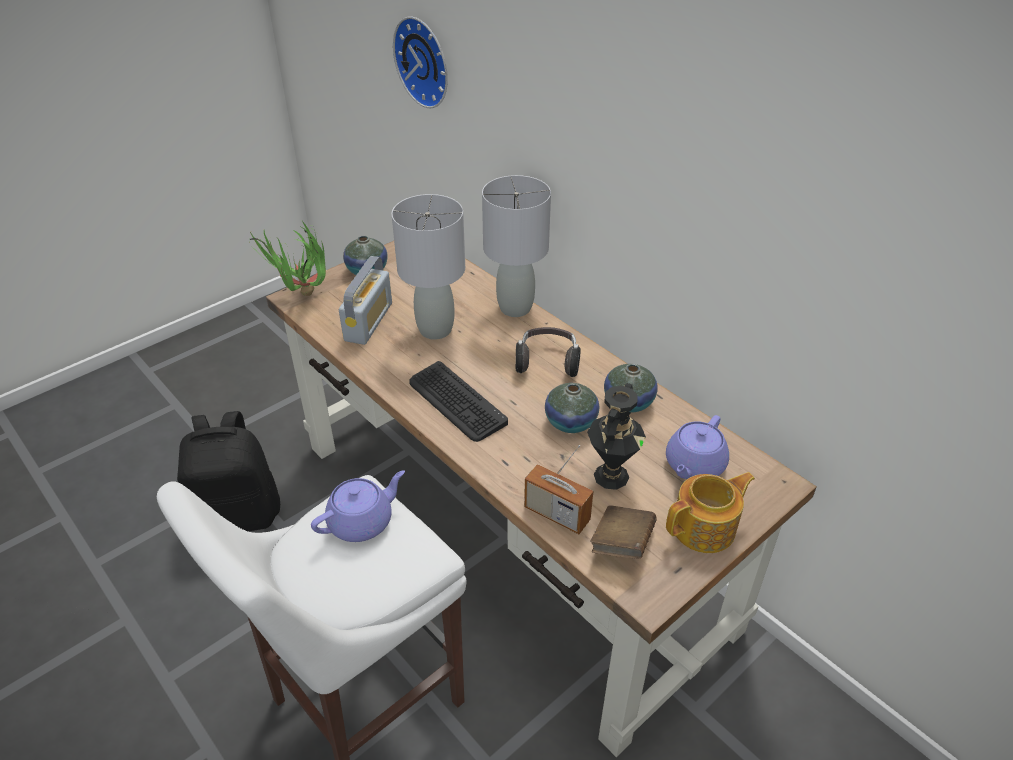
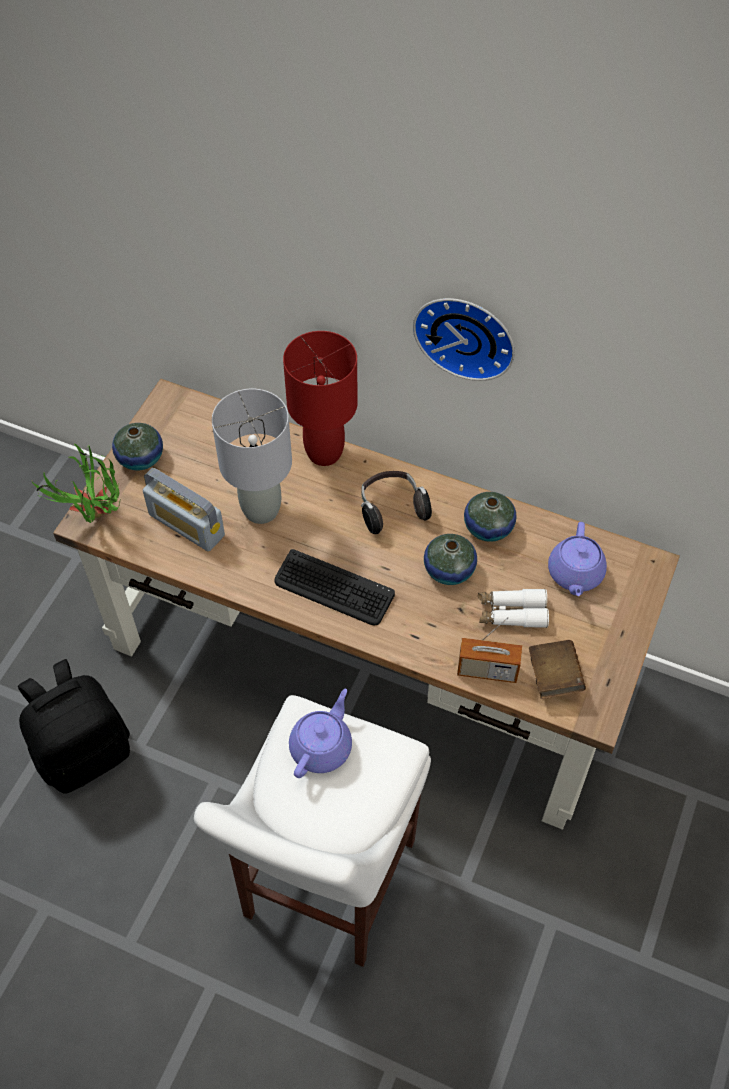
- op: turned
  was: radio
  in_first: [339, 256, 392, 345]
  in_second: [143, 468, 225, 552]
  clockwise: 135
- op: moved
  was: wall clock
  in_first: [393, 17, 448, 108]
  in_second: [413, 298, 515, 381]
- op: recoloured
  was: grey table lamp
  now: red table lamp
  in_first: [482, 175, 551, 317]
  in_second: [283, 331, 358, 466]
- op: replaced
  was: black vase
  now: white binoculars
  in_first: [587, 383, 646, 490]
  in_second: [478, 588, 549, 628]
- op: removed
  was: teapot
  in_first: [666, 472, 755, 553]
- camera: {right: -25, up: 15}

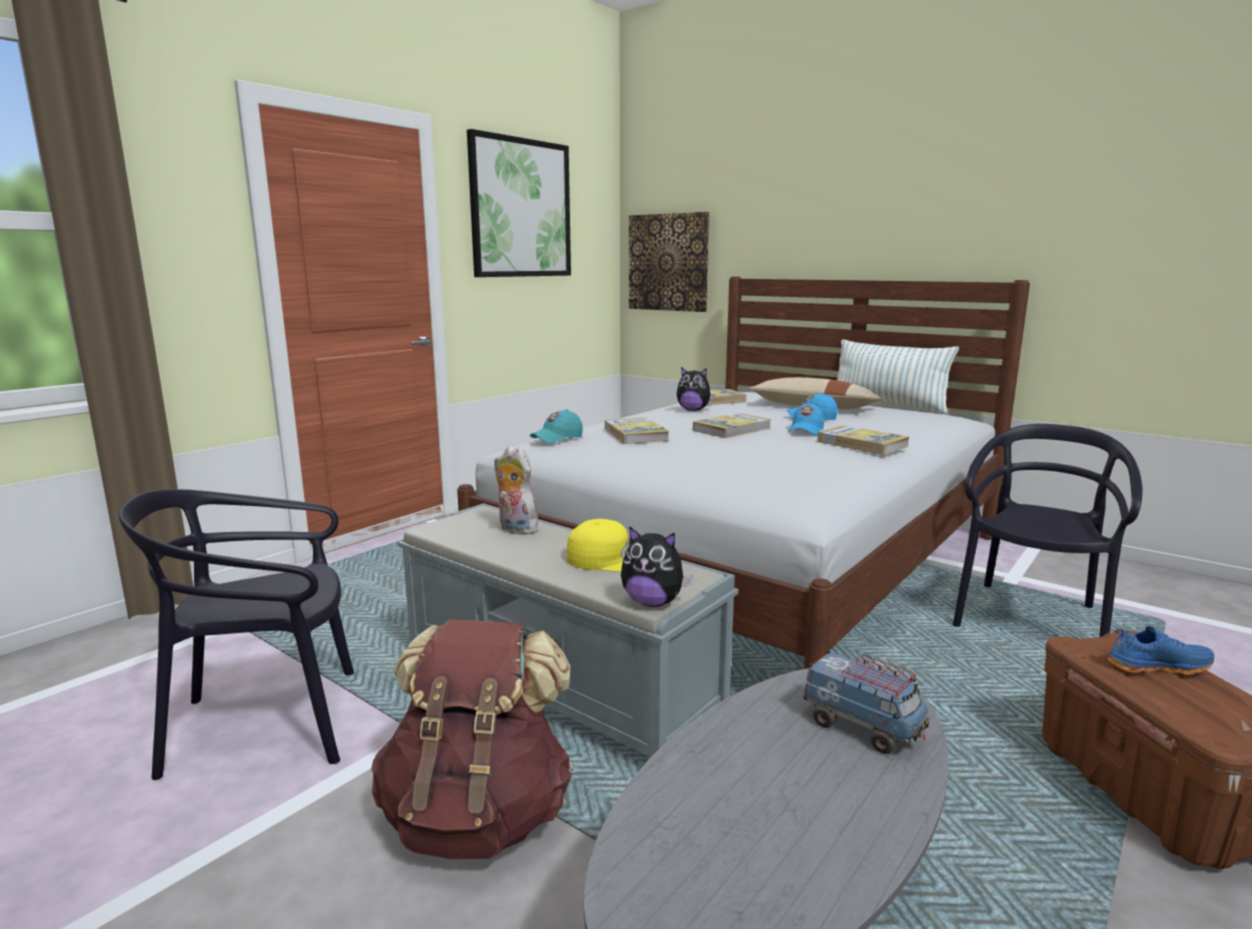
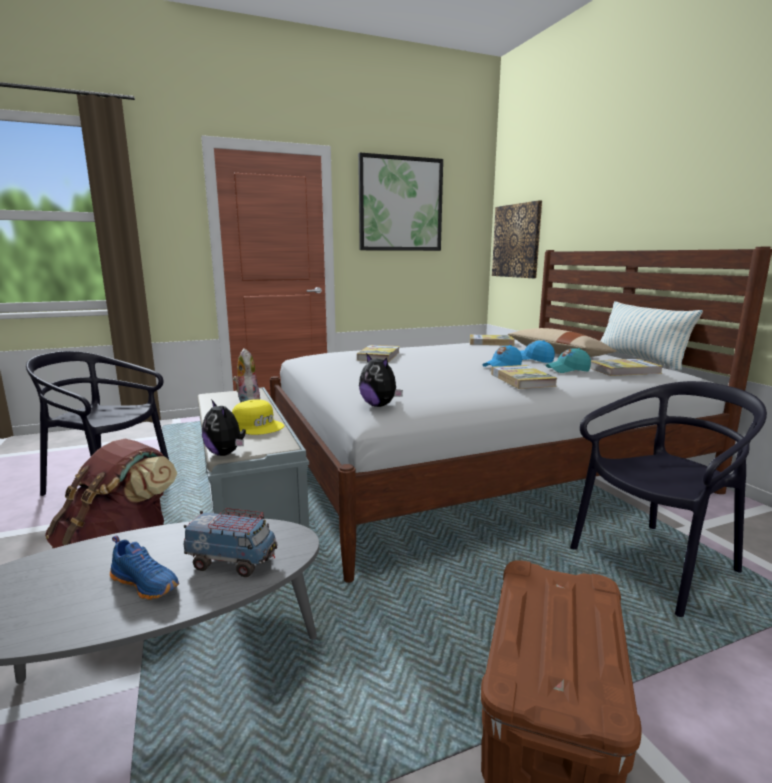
- op: moved
  was: turquoise cap
  in_first: [530, 409, 583, 443]
  in_second: [545, 348, 591, 373]
- op: moved
  was: plush toy
  in_first: [677, 367, 715, 411]
  in_second: [359, 353, 403, 407]
- op: moved
  was: book
  in_first: [693, 413, 771, 438]
  in_second: [590, 359, 662, 376]
- op: turned
  was: toy truck
  in_first: [804, 649, 929, 754]
  in_second: [184, 508, 278, 577]
  clockwise: -60
- op: moved
  was: blue shoe
  in_first: [1107, 626, 1214, 675]
  in_second: [110, 535, 179, 600]
- camera: {right: 30, up: 0}

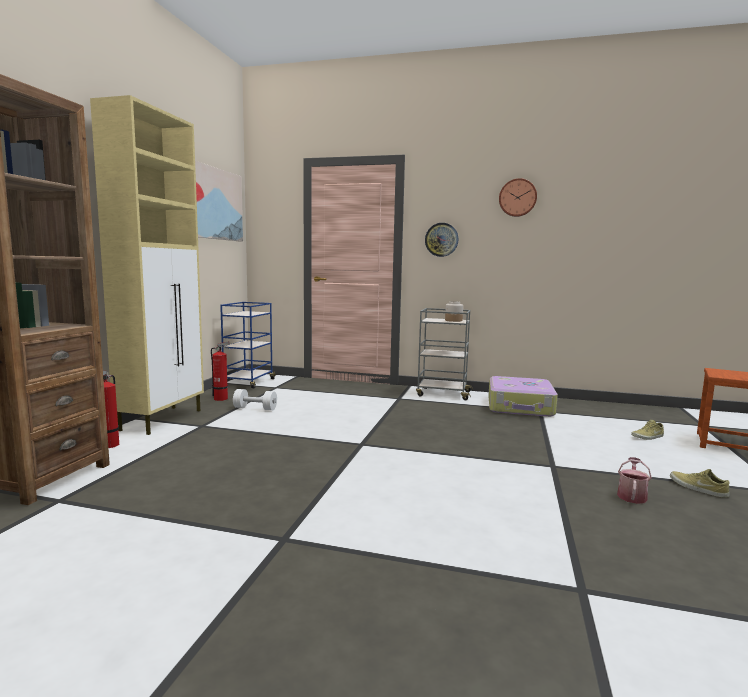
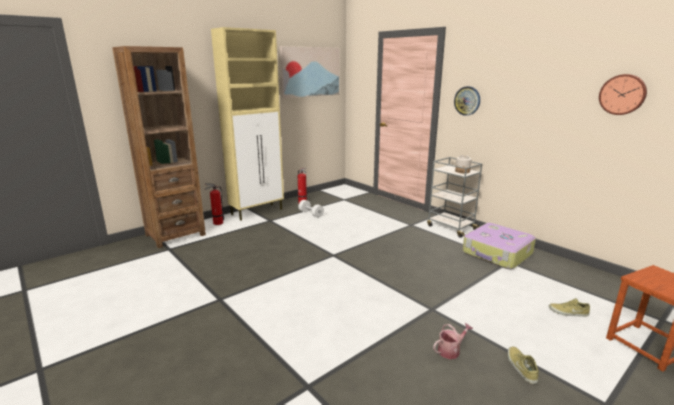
- op: removed
  was: blue cart
  in_first: [220, 302, 276, 389]
- op: moved
  was: wall clock
  in_first: [499, 178, 537, 217]
  in_second: [599, 74, 647, 115]
- camera: {right: 35, up: 10}

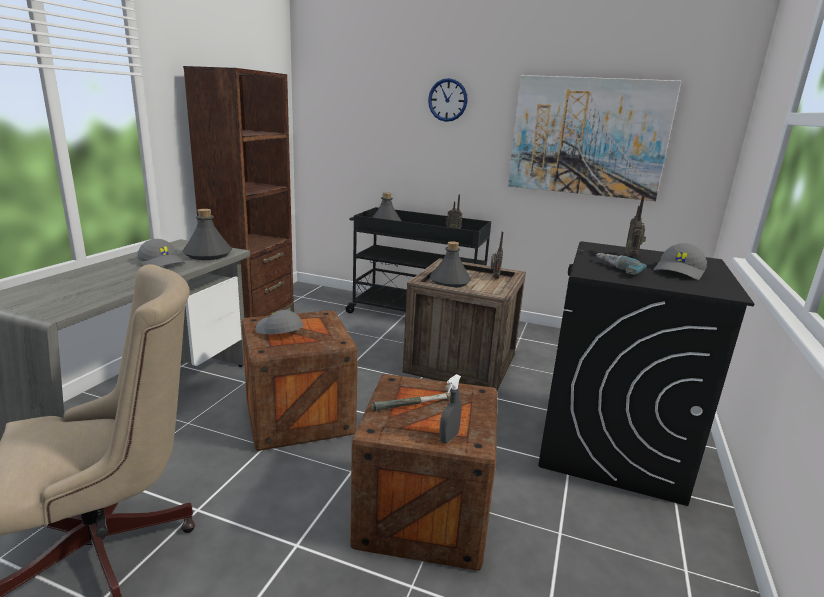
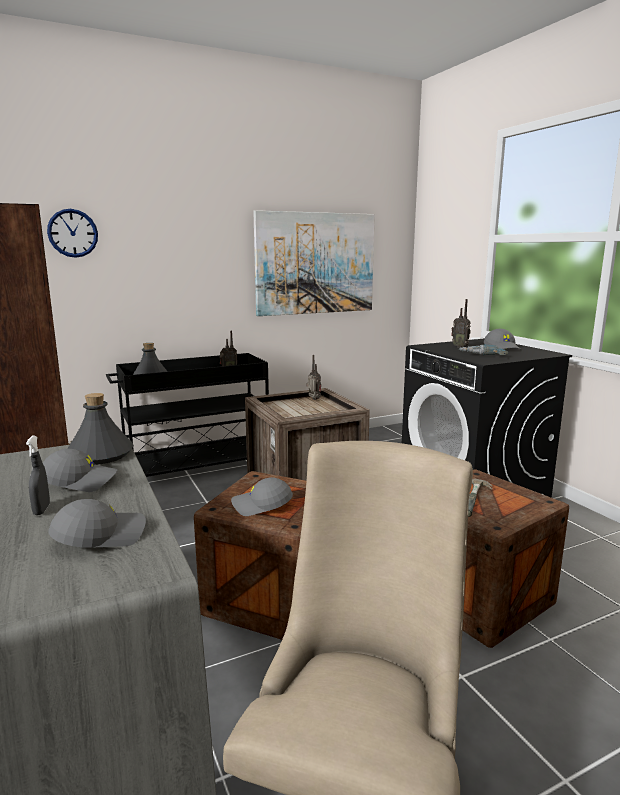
- op: moved
  was: wall clock
  in_first: [428, 78, 468, 122]
  in_second: [47, 209, 98, 258]
- op: removed
  was: grey bottle
  in_first: [430, 241, 471, 288]
- op: moved
  was: grey spray bottle
  in_first: [439, 374, 461, 443]
  in_second: [26, 435, 50, 515]
- op: added
  now: grey cap
  in_second: [49, 499, 146, 548]
- camera: {right: -45, up: -5}

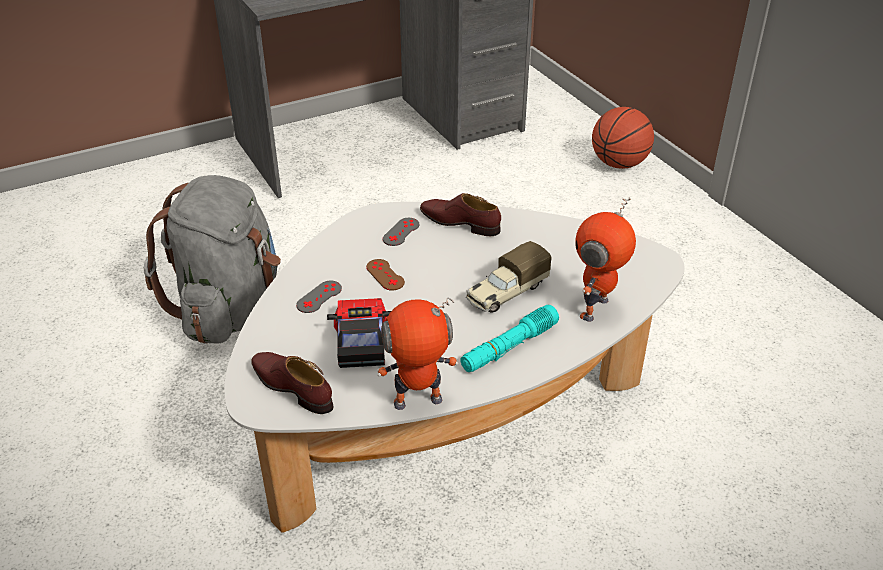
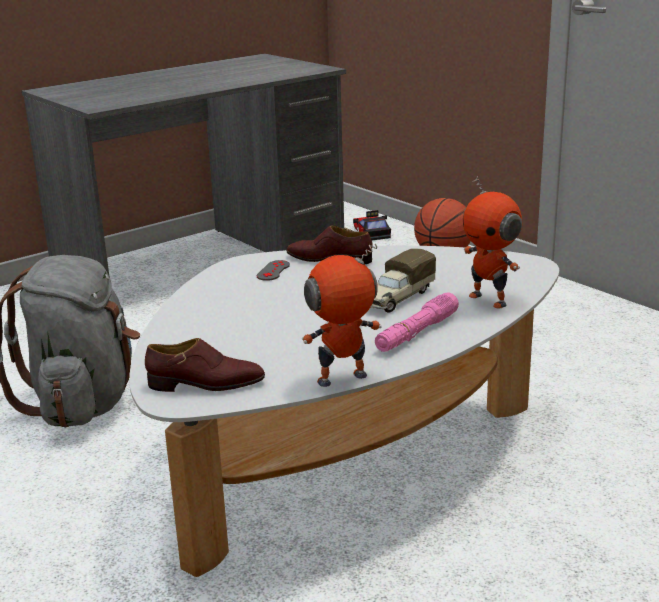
- op: turned
  was: brown shoe
  in_first: [251, 352, 333, 414]
  in_second: [145, 338, 265, 392]
  clockwise: 150
- op: removed
  was: grey game controller
  in_first: [296, 281, 342, 313]
- op: moved
  was: toy car
  in_first: [327, 298, 391, 368]
  in_second: [353, 210, 391, 240]
- op: removed
  was: brown game controller
  in_first: [366, 259, 405, 291]
- op: recoloured
  was: turquoise flashlight
  now: pink flashlight
  in_first: [460, 305, 559, 373]
  in_second: [375, 292, 459, 352]
- op: turned
  was: toy robot
  in_first: [575, 197, 636, 322]
  in_second: [463, 176, 522, 308]
  clockwise: -60
- camera: {right: -10, up: -15}

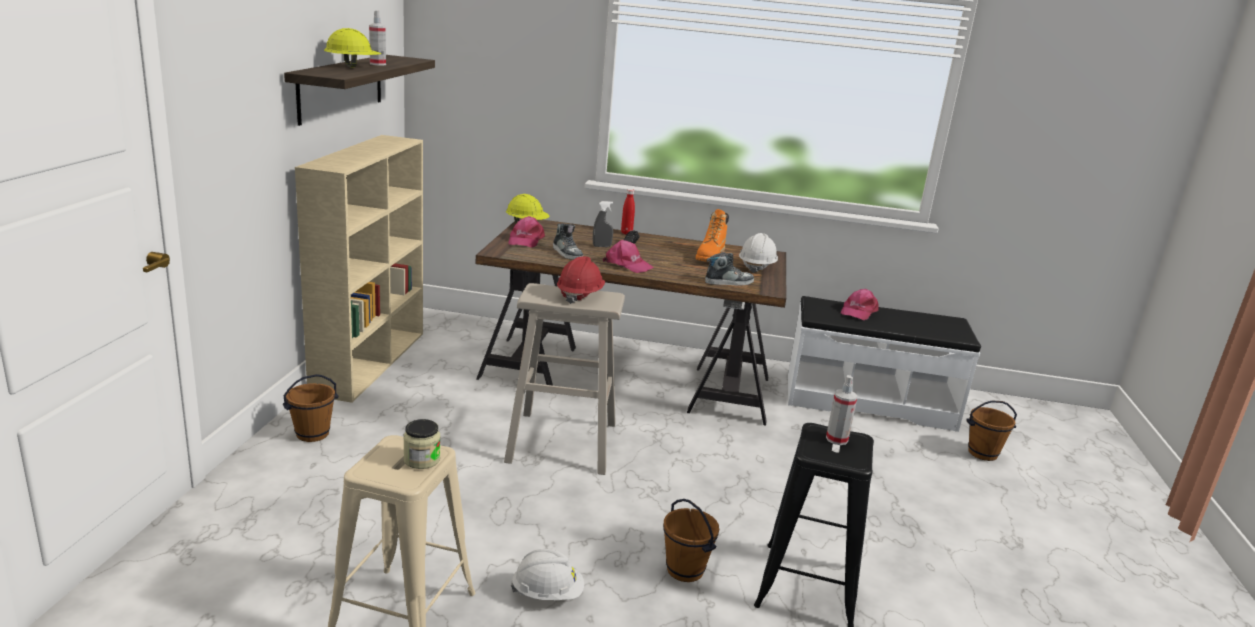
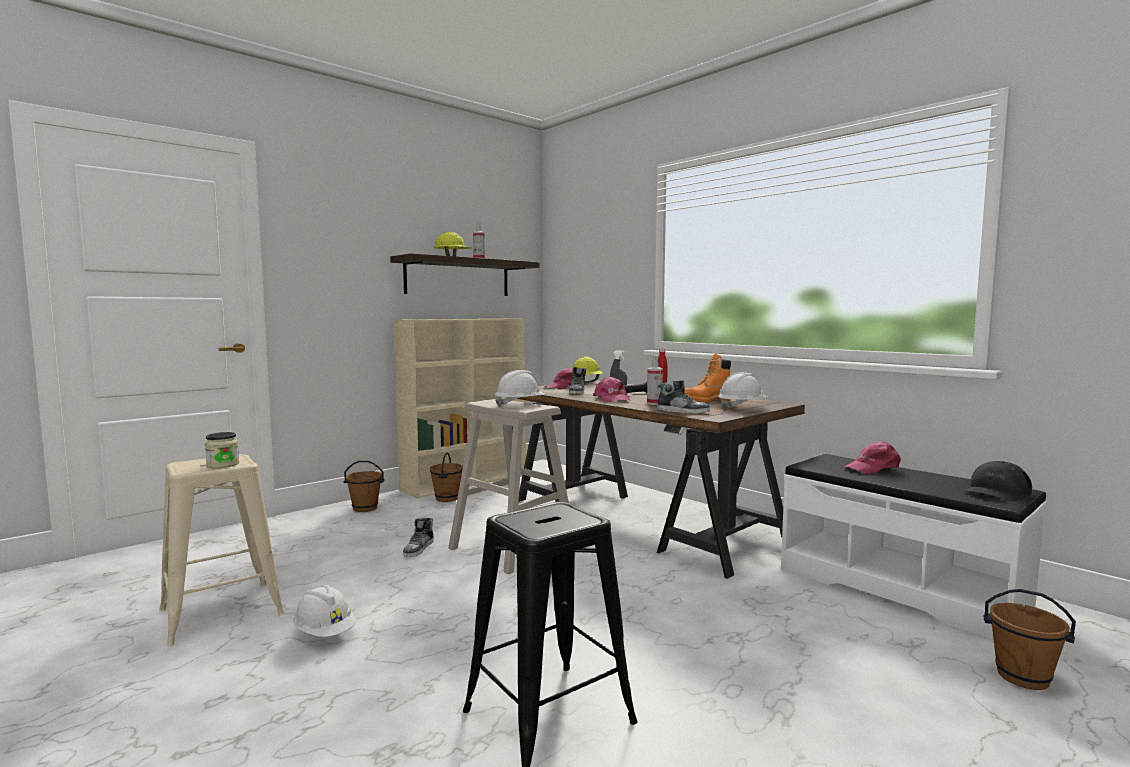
- op: recoloured
  was: red hard hat
  now: white hard hat
  in_first: [557, 256, 605, 304]
  in_second: [495, 370, 546, 407]
- op: moved
  was: brown bucket
  in_first: [663, 499, 719, 582]
  in_second: [430, 452, 463, 502]
- op: moved
  was: spray bottle
  in_first: [826, 375, 858, 445]
  in_second: [647, 355, 663, 405]
- op: added
  now: shoe
  in_second: [403, 518, 434, 557]
- op: added
  now: black cap
  in_second: [964, 461, 1032, 501]
- camera: {right: 40, up: -15}

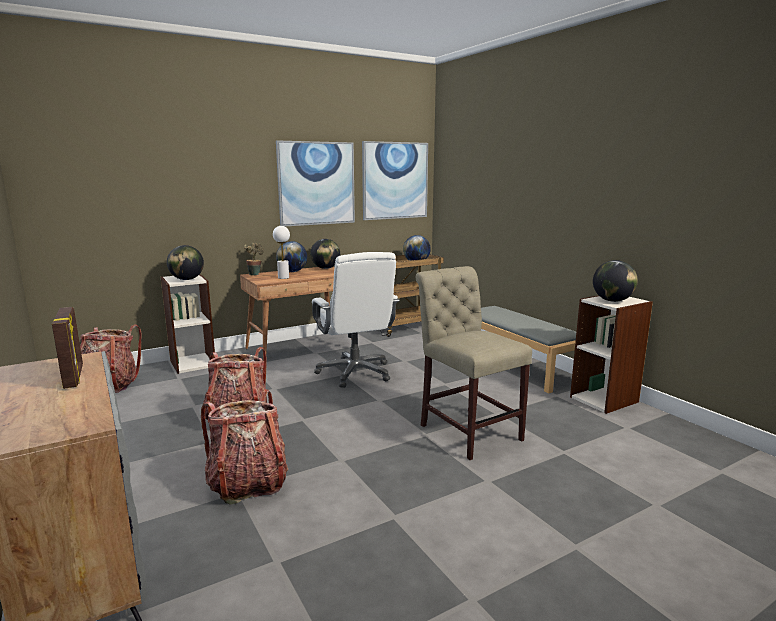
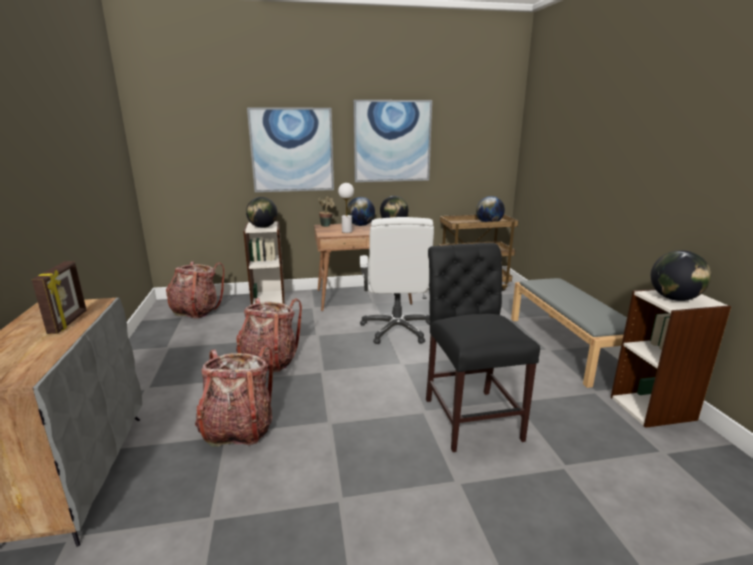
- op: moved
  was: picture
  in_first: [362, 141, 428, 220]
  in_second: [247, 107, 334, 192]
- op: recoloured
  was: beige chair
  now: black chair
  in_first: [416, 266, 532, 460]
  in_second: [426, 243, 540, 452]
- camera: {right: 20, up: 5}

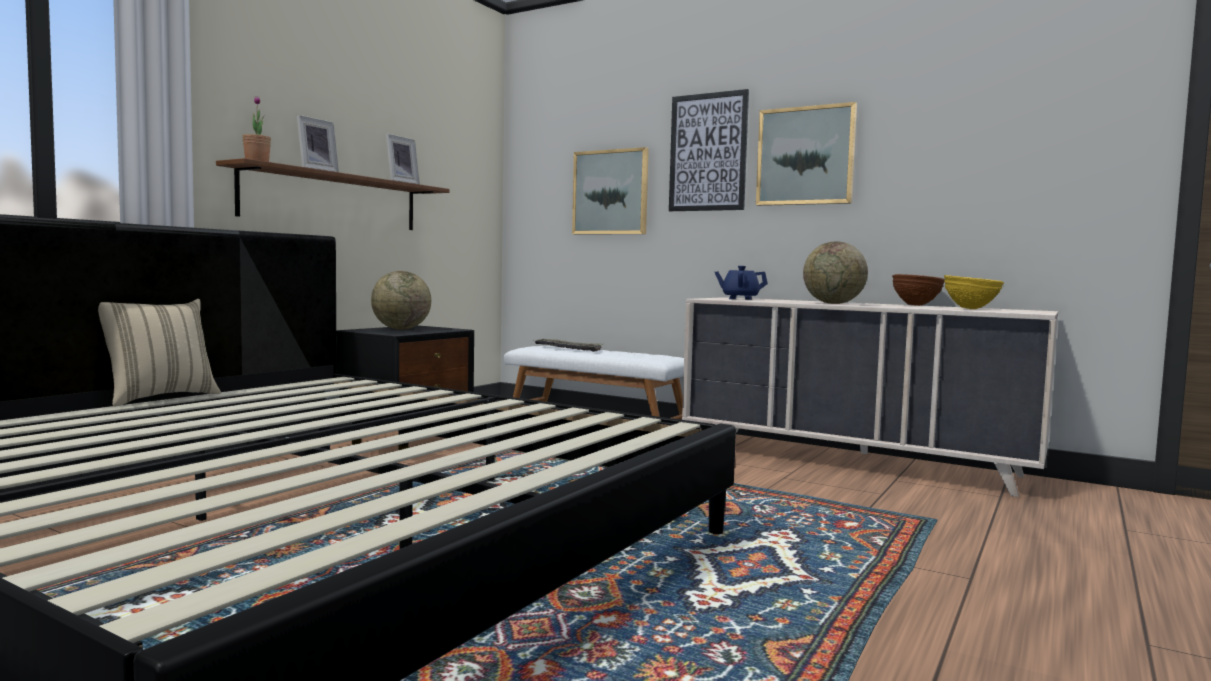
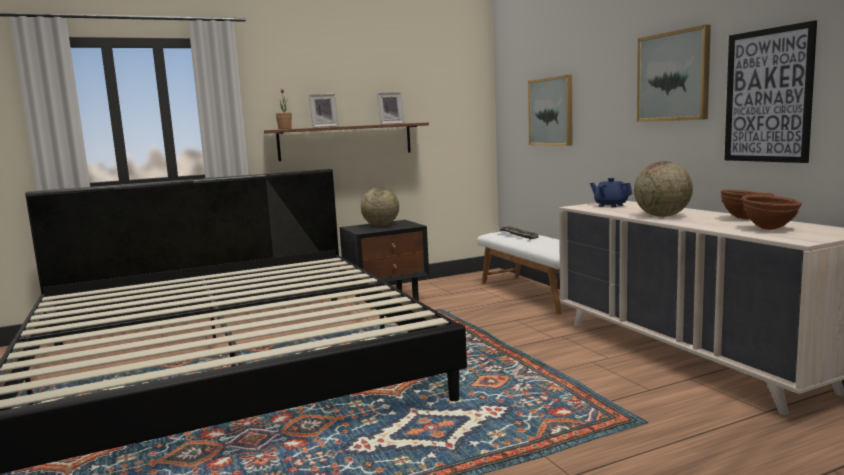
- op: removed
  was: beige pillow
  in_first: [98, 299, 221, 407]
- op: moved
  was: picture
  in_first: [669, 89, 749, 211]
  in_second: [724, 20, 817, 163]
- op: recoloured
  was: yellow bowl
  now: brown bowl
  in_first: [944, 275, 1004, 309]
  in_second: [742, 195, 802, 230]
- camera: {right: 35, up: 5}

